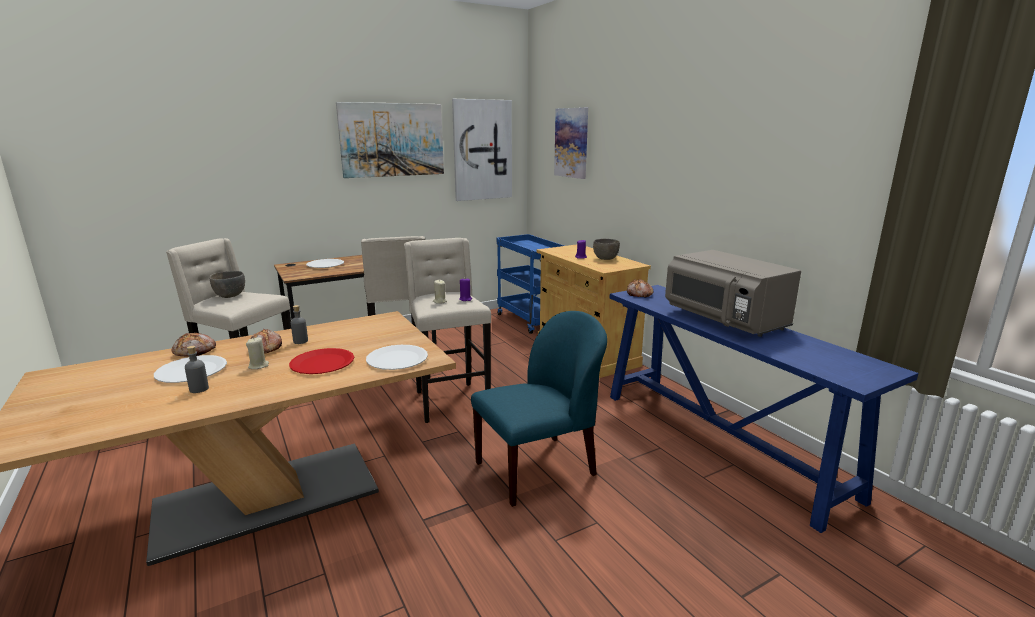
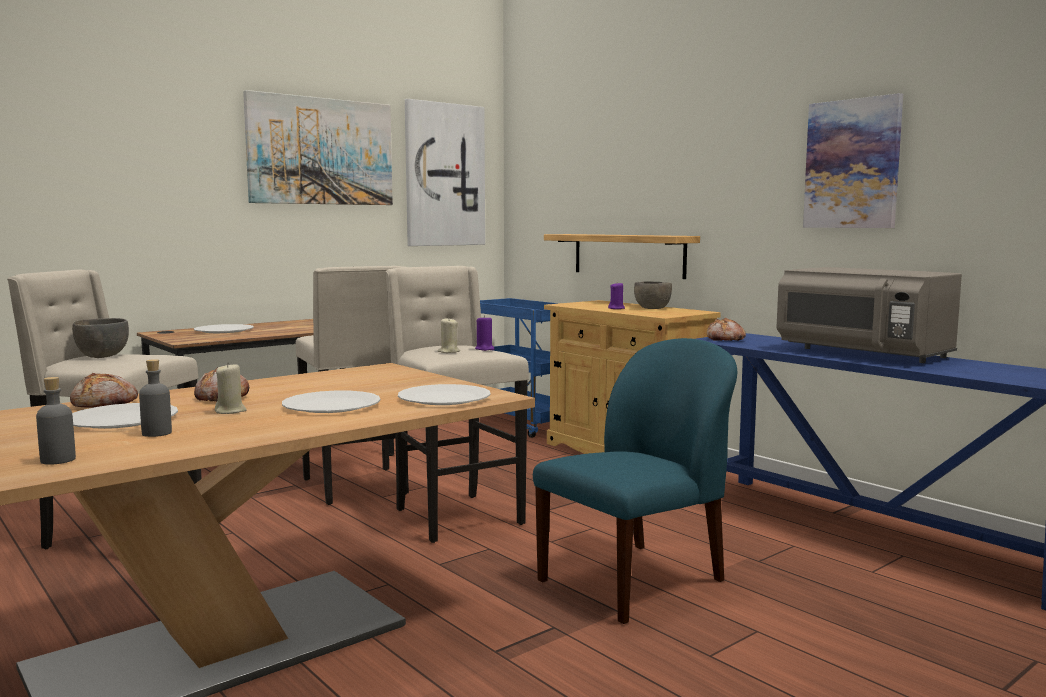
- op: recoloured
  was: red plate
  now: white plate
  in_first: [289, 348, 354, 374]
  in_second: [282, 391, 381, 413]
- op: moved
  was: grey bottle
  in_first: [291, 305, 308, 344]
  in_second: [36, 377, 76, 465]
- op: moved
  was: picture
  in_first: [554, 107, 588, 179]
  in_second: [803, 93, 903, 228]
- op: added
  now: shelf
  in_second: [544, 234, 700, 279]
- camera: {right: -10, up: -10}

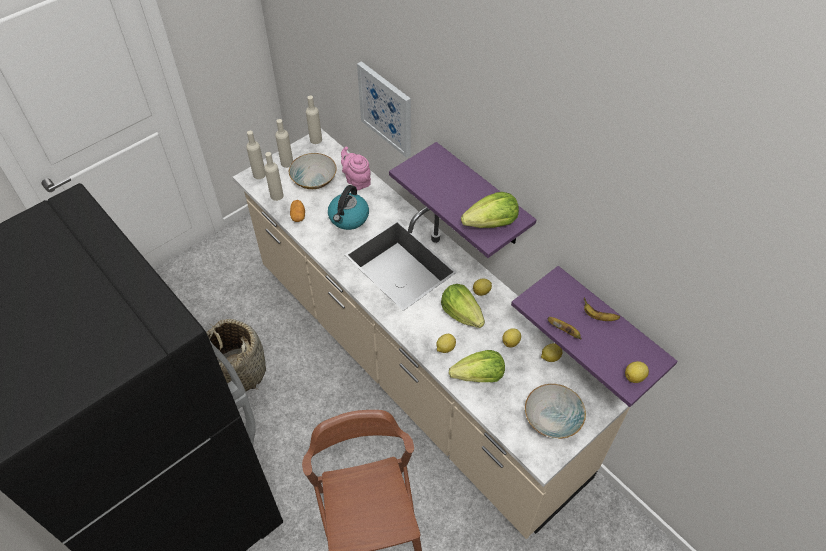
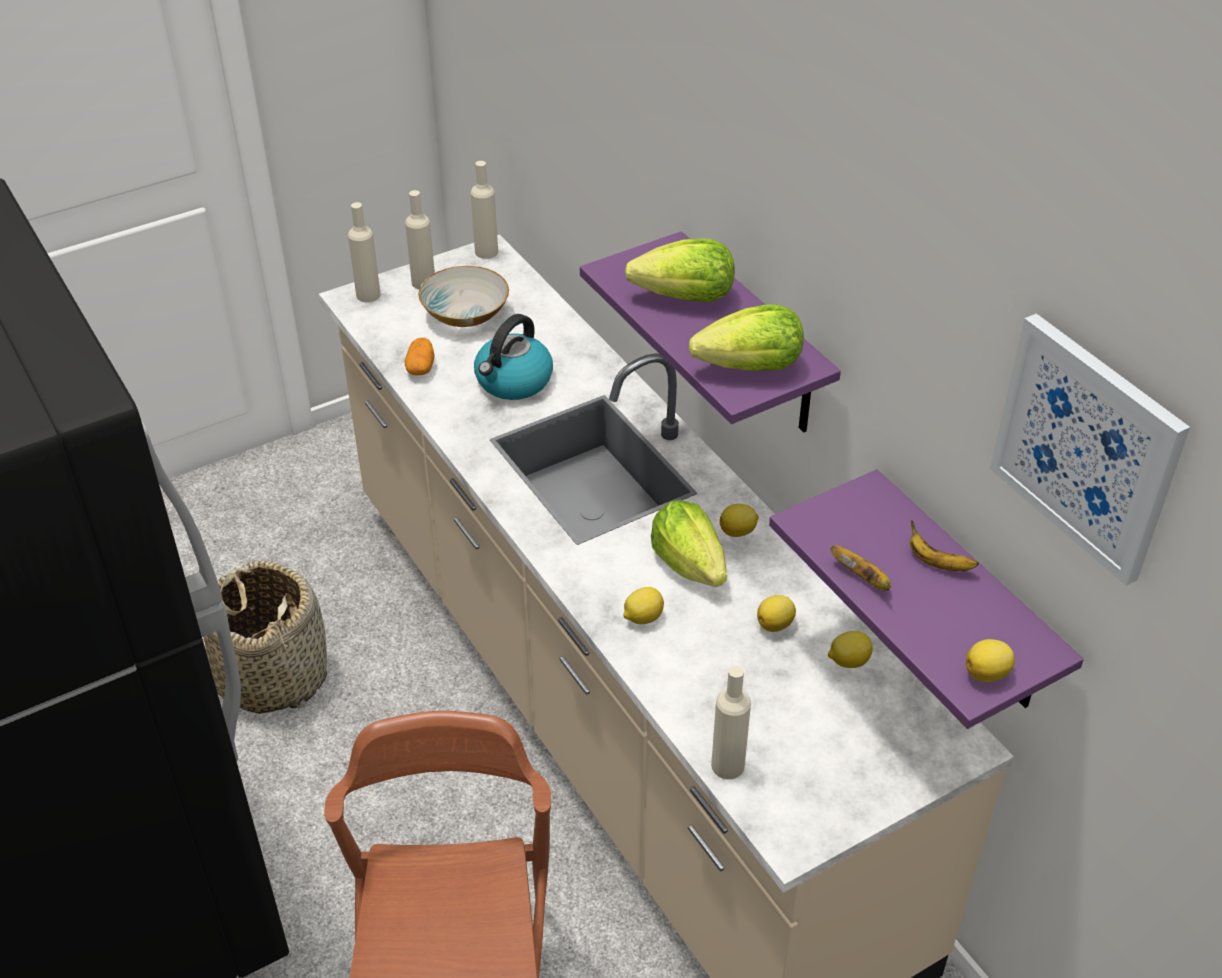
- op: moved
  was: beige bottle
  in_first: [264, 152, 284, 201]
  in_second: [711, 666, 751, 779]
- op: removed
  was: pink teapot
  in_first: [341, 146, 371, 190]
- op: moved
  was: picture
  in_first: [357, 61, 411, 158]
  in_second: [990, 314, 1190, 586]
- op: moved
  was: lettuce
  in_first: [449, 350, 505, 382]
  in_second: [625, 239, 734, 302]
- op: removed
  was: bowl
  in_first: [525, 384, 586, 439]
- camera: {right: 10, up: -10}

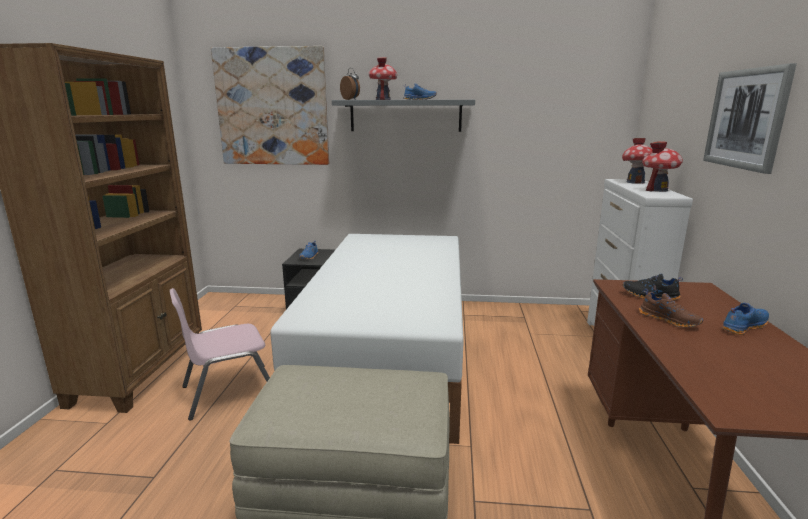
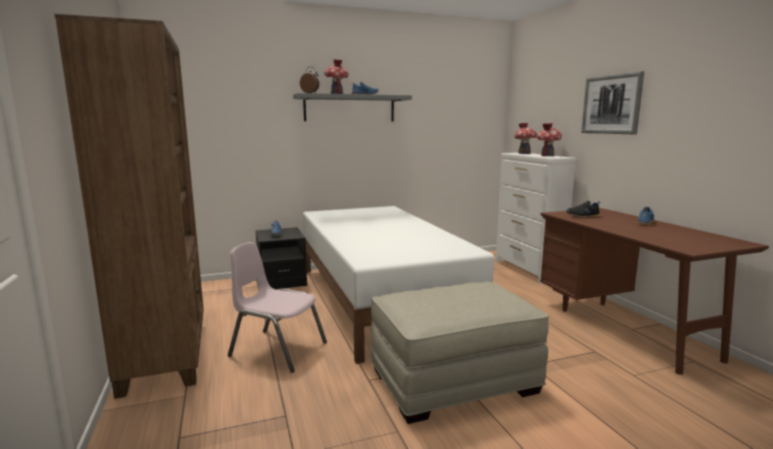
- op: turned
  was: pink chair
  in_first: [170, 288, 270, 421]
  in_second: [228, 242, 327, 373]
  clockwise: 75
- op: removed
  was: picture
  in_first: [211, 46, 330, 165]
- op: removed
  was: brown shoe
  in_first: [639, 289, 703, 328]
- camera: {right: -25, up: -5}

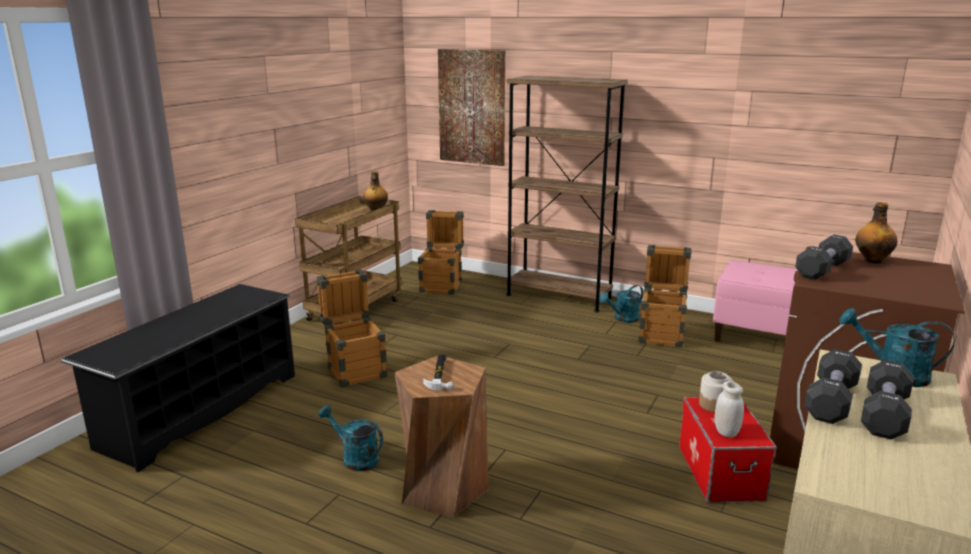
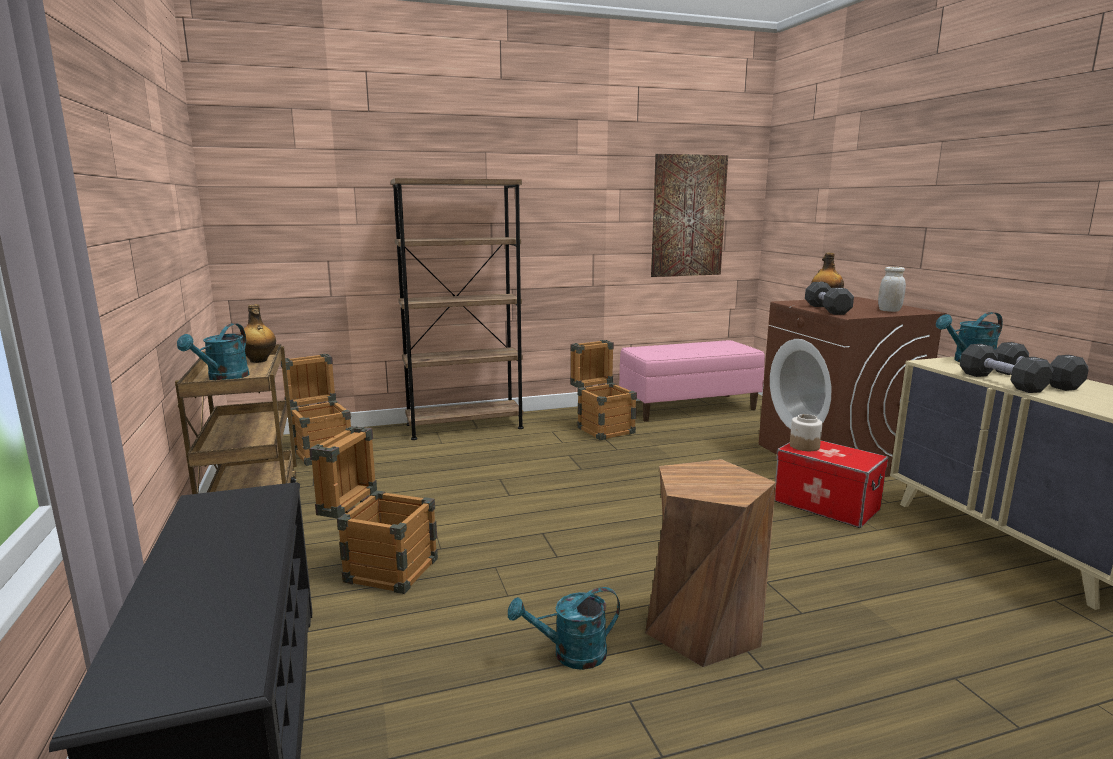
- op: removed
  was: hammer
  in_first: [423, 355, 453, 390]
- op: moved
  was: picture
  in_first: [438, 49, 505, 166]
  in_second: [651, 154, 728, 277]
- op: moved
  was: turquoise watering can
  in_first: [599, 285, 643, 323]
  in_second: [177, 323, 250, 380]
- op: moved
  was: white jar
  in_first: [715, 381, 744, 437]
  in_second: [878, 267, 906, 312]
- camera: {right: -45, up: -5}

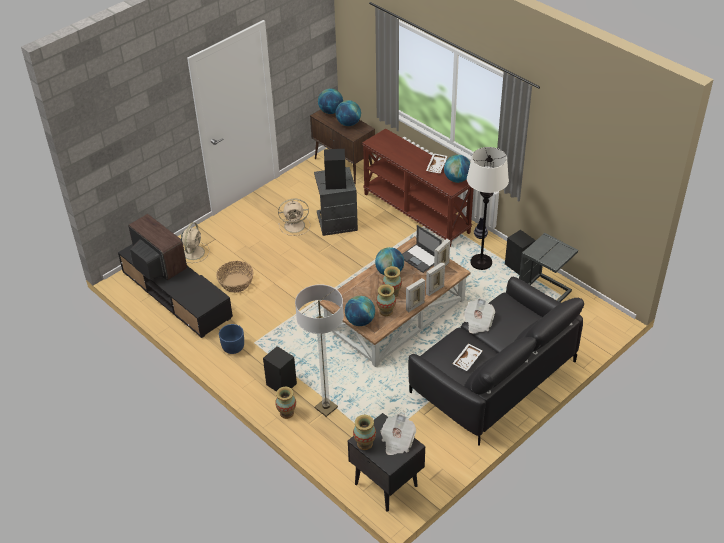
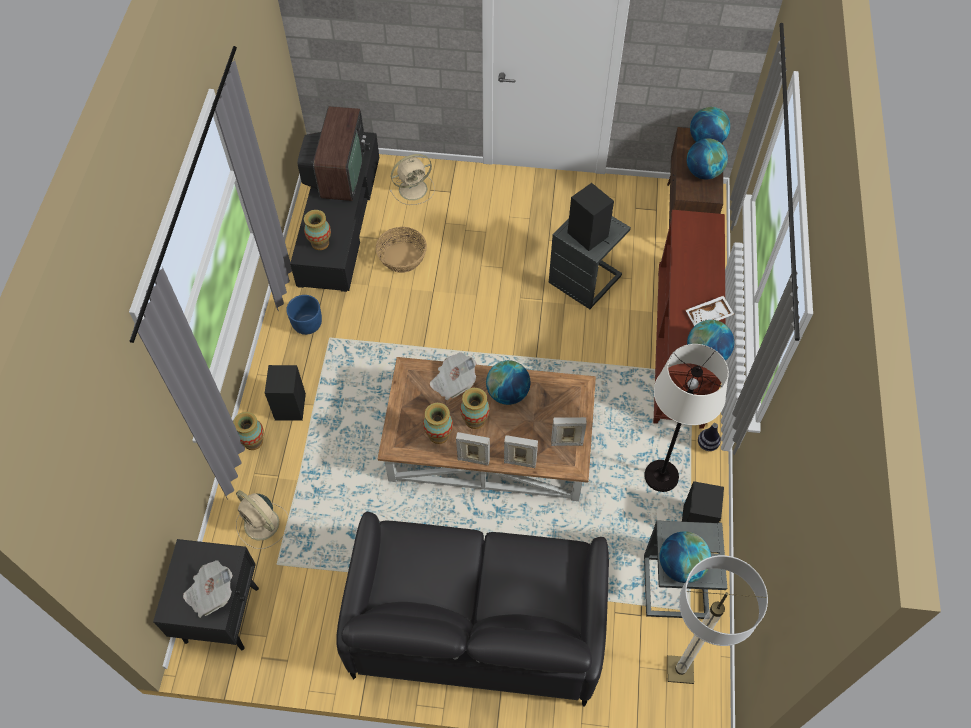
- op: moved
  was: beige fan
  in_first: [278, 199, 310, 236]
  in_second: [236, 490, 288, 549]
- op: moved
  was: floor lamp
  in_first: [295, 284, 344, 417]
  in_second: [667, 555, 768, 684]
- op: moved
  was: globe
  in_first: [345, 296, 375, 326]
  in_second: [659, 531, 711, 583]
- op: moved
  was: vase
  in_first: [353, 415, 376, 450]
  in_second: [304, 210, 331, 250]
- op: removed
  was: laptop
  in_first: [402, 225, 442, 273]
- op: removed
  was: white tray
  in_first: [452, 343, 483, 371]
- op: moved
  was: newspaper
  in_first: [464, 298, 495, 333]
  in_second: [430, 352, 476, 400]
- camera: {right: 50, up: 15}

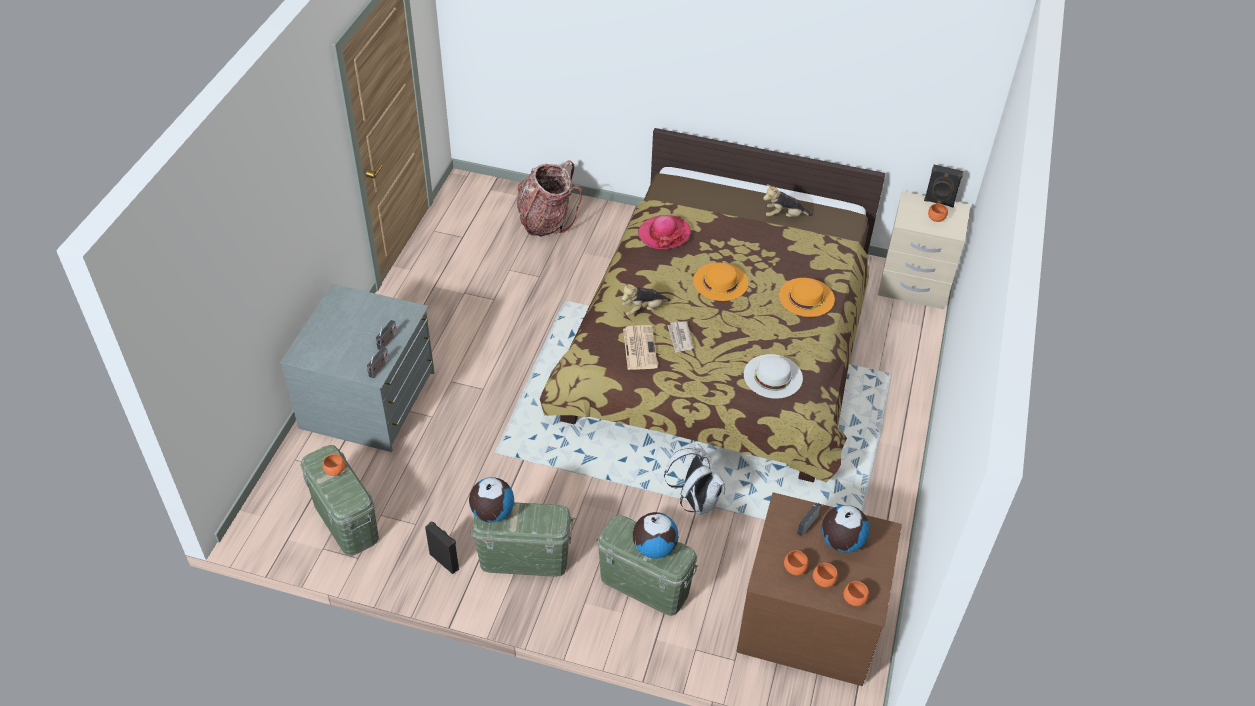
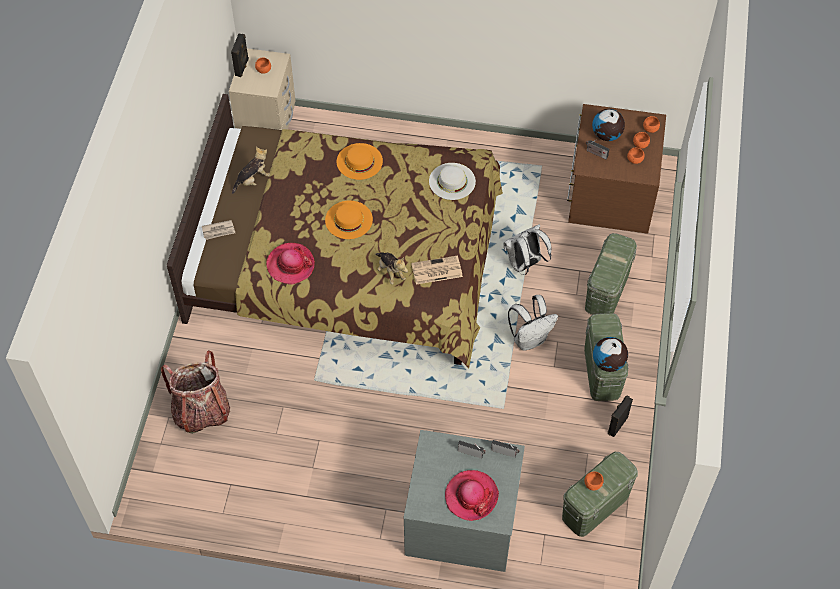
- op: removed
  was: globe
  in_first: [633, 512, 678, 559]
- op: moved
  was: newspaper
  in_first: [668, 321, 693, 353]
  in_second: [202, 220, 235, 240]
- op: turned
  was: plush toy
  in_first: [763, 184, 813, 217]
  in_second: [232, 147, 270, 194]
  clockwise: -120
- op: added
  now: hat
  in_second: [445, 470, 499, 521]
- op: added
  now: white backpack
  in_second: [508, 295, 558, 350]
- camera: {right: -95, up: 10}

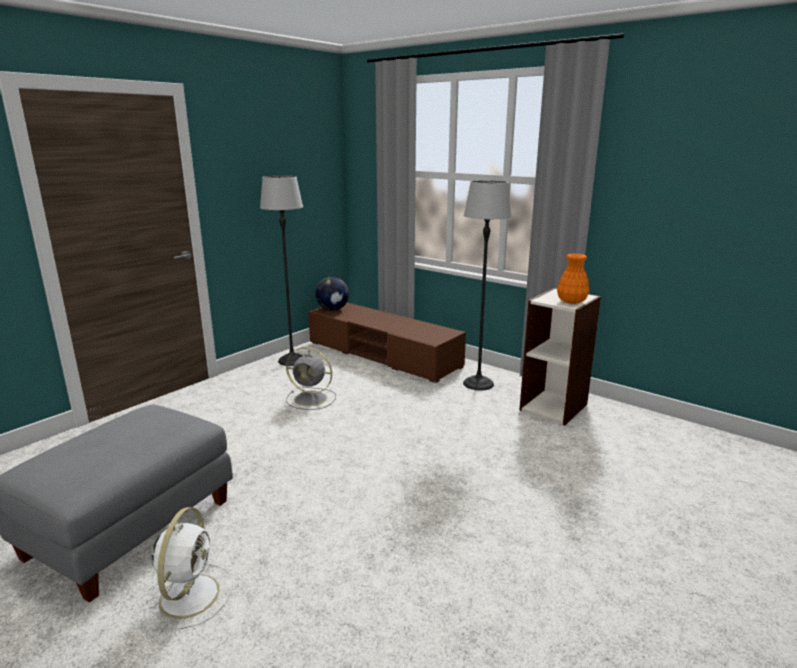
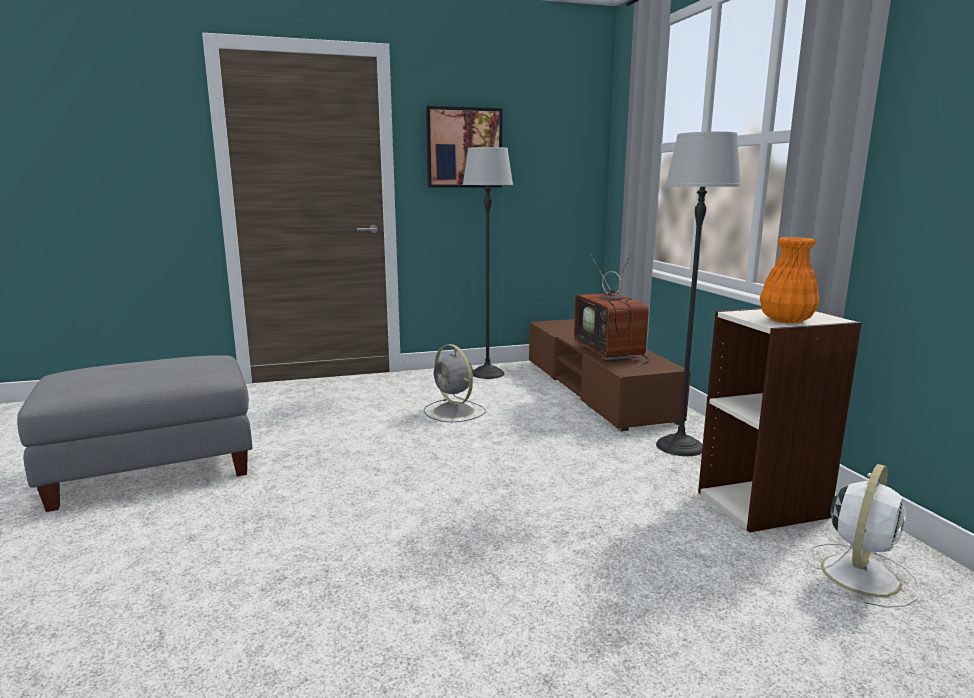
- op: moved
  was: white fan
  in_first: [148, 507, 233, 631]
  in_second: [806, 464, 920, 608]
- op: removed
  was: globe
  in_first: [315, 277, 349, 311]
- op: added
  now: picture
  in_second: [426, 106, 503, 188]
- op: added
  now: television
  in_second: [574, 252, 649, 366]
- camera: {right: 35, up: -5}

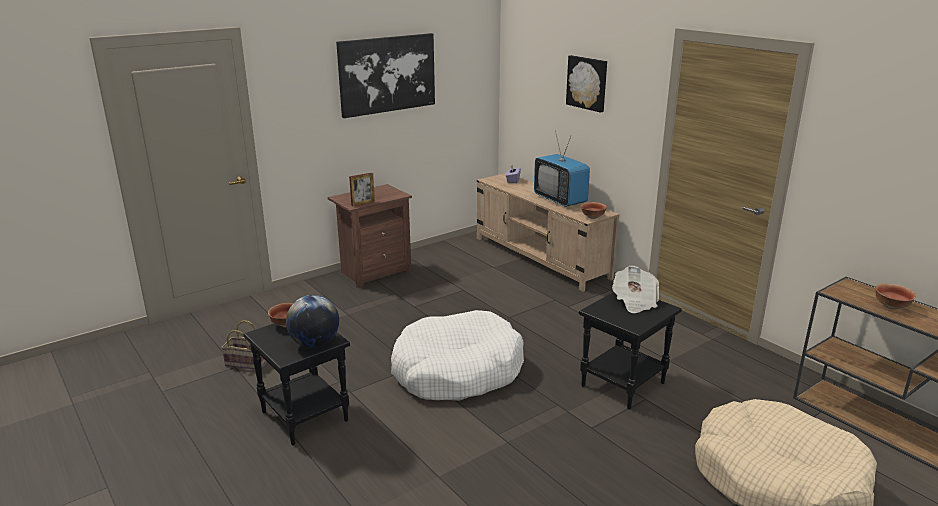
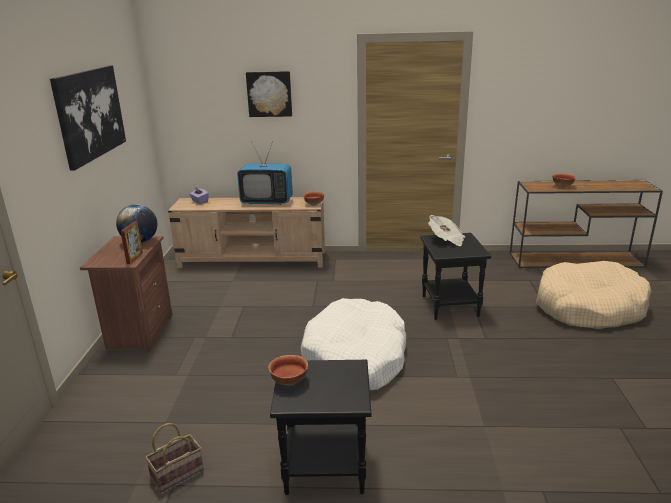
- op: moved
  was: globe
  in_first: [286, 295, 339, 347]
  in_second: [116, 204, 157, 243]
- camera: {right: -50, up: 0}

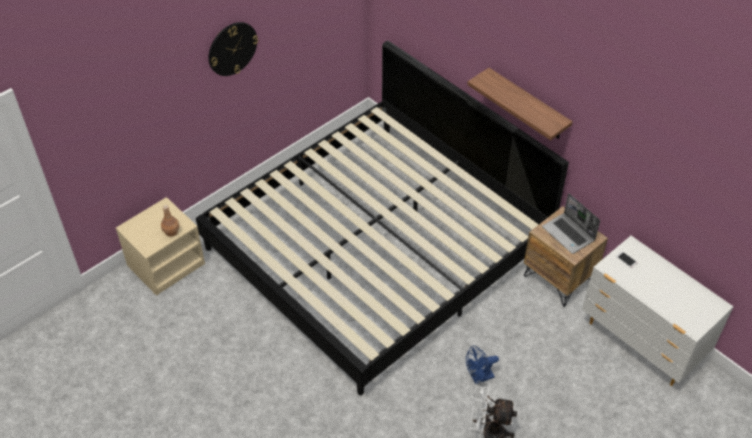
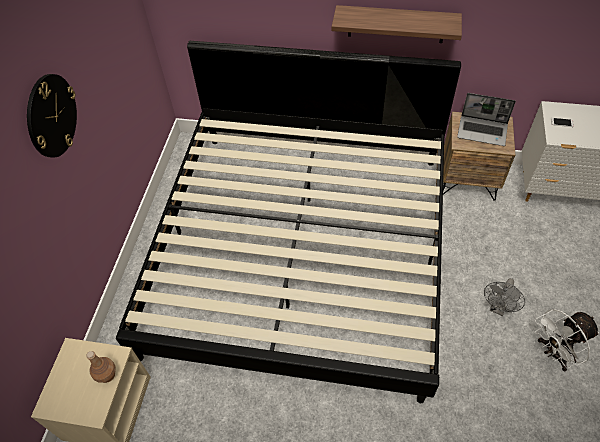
- op: recoloured
  was: blue fan
  now: grey fan
  in_first: [466, 345, 499, 384]
  in_second: [484, 278, 525, 316]
- camera: {right: -35, up: 5}

